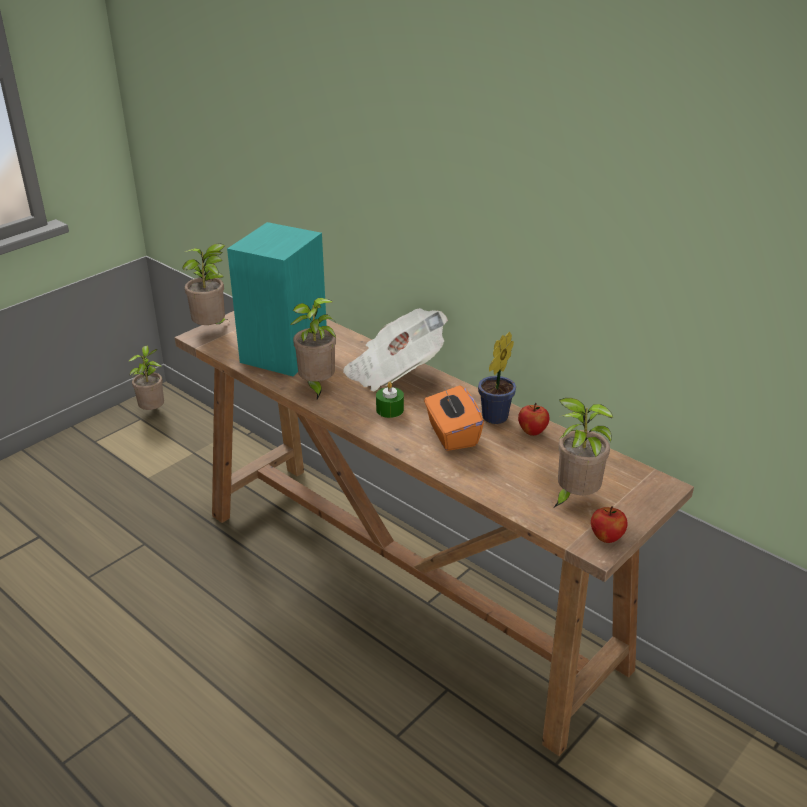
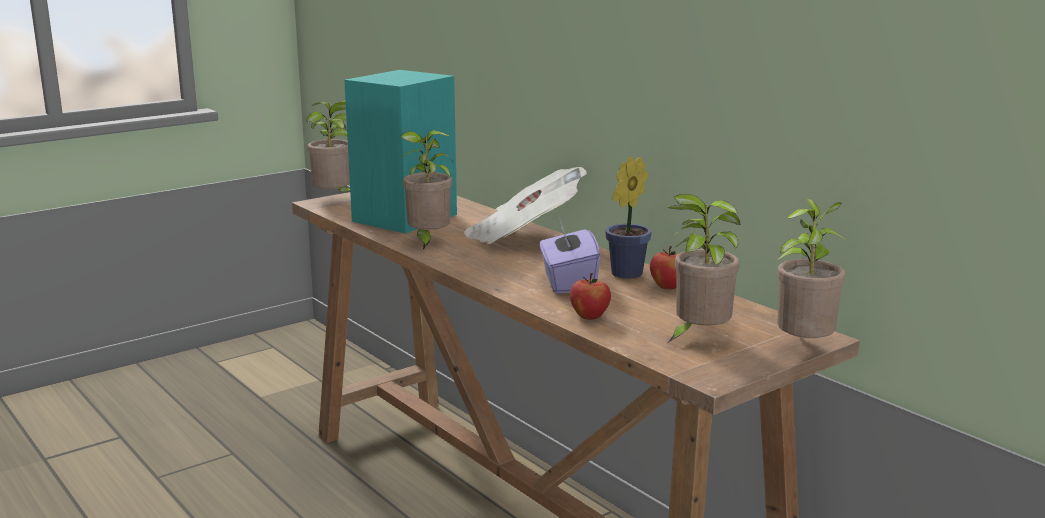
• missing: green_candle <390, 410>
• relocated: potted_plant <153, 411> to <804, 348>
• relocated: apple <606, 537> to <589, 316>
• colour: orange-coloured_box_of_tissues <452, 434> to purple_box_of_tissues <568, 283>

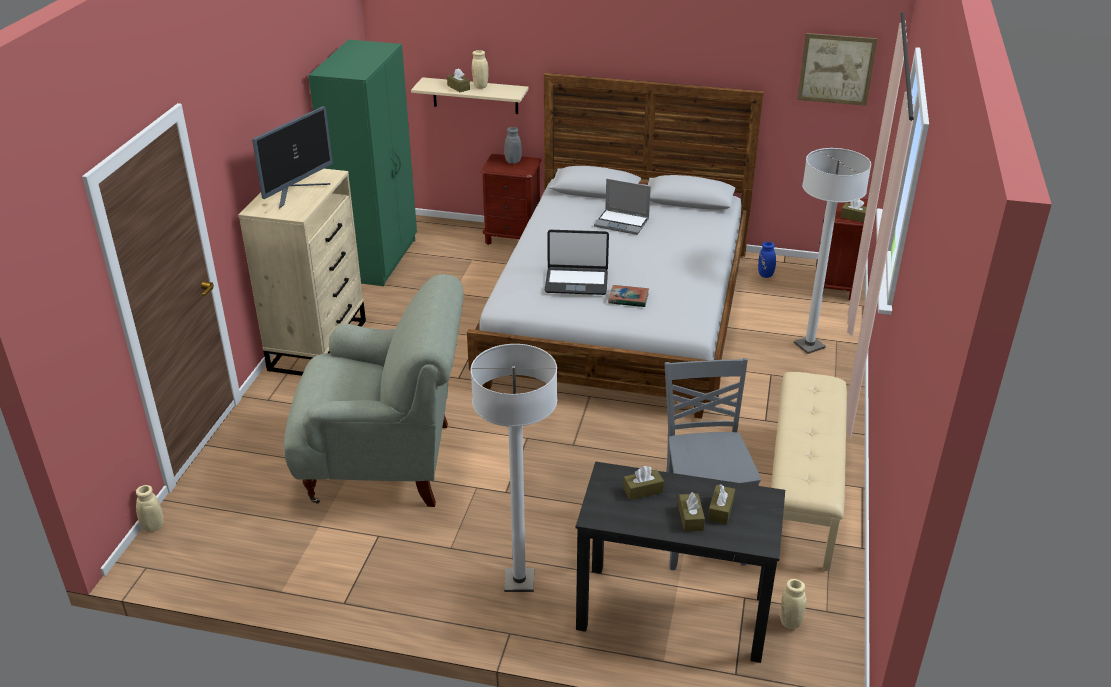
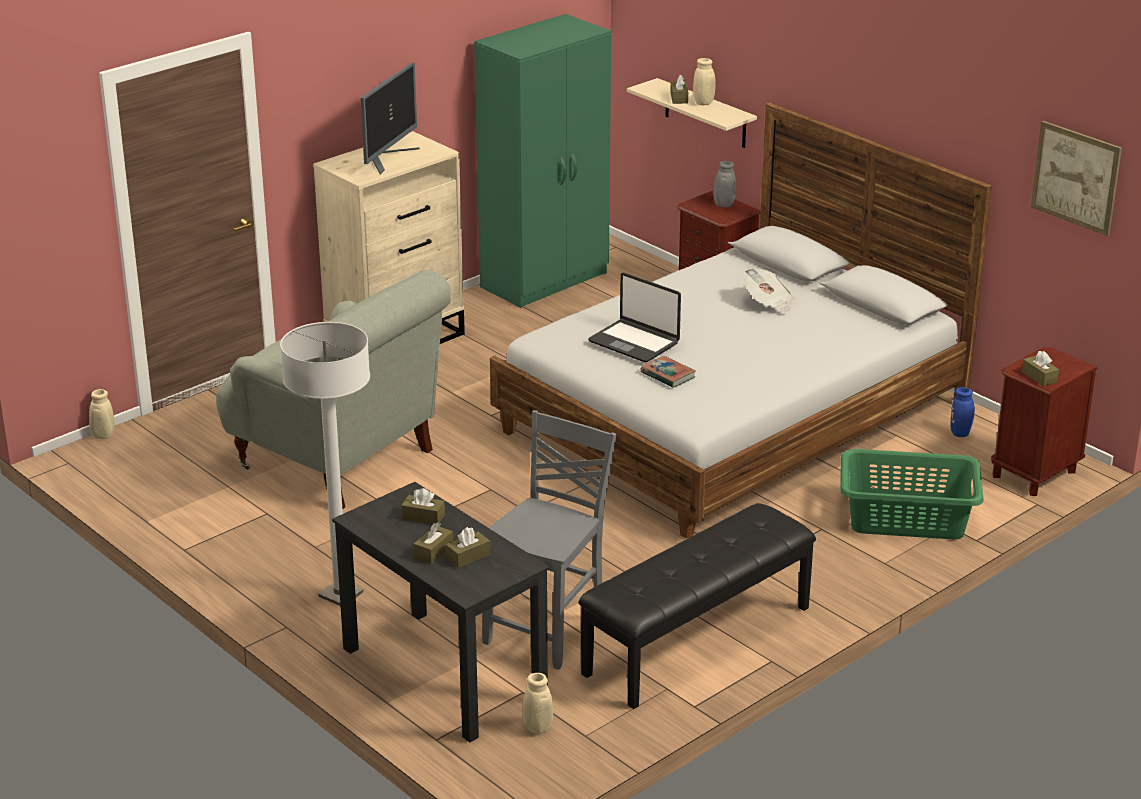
• exchanged: laptop <622, 223> to daily_paper <768, 303>
• exchanged: whitish_standing_lamp <809, 345> to green_hamper <907, 519>
• colour: sand-coloured_bench <802, 495> to blackish_bench <698, 641>
• spun: computer_display <297, 191> = <388, 158> 45 degrees counterclockwise

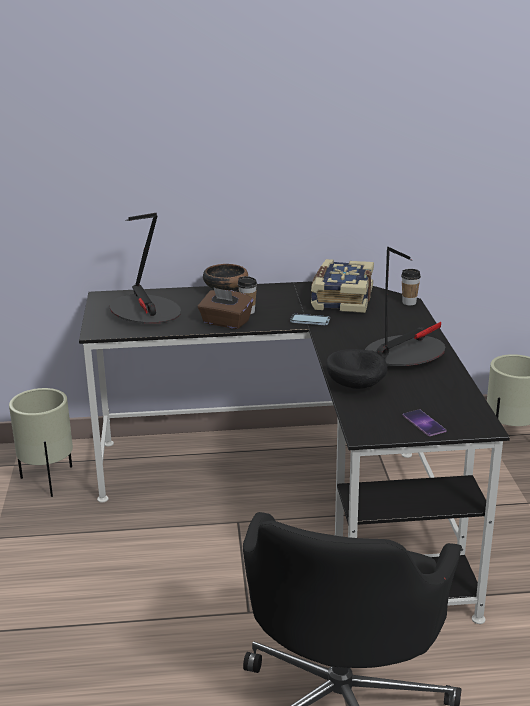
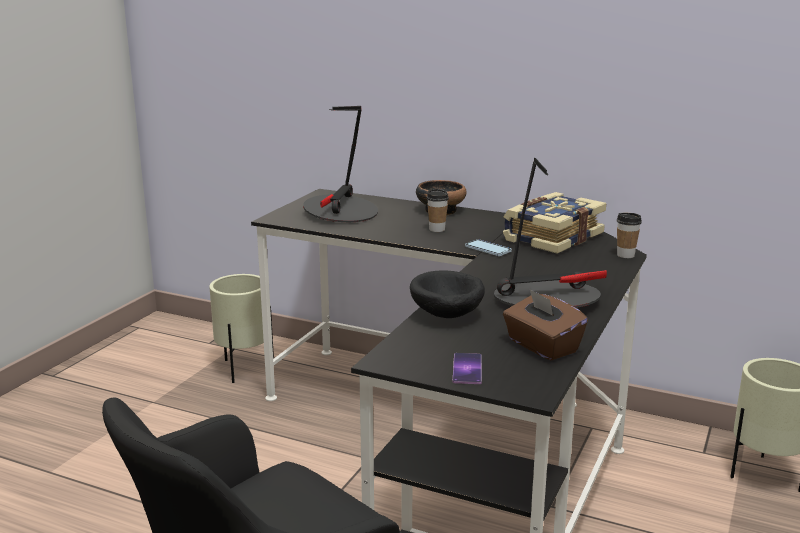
• relocated: brownish_box_of_tissues <225, 322> to <542, 346>

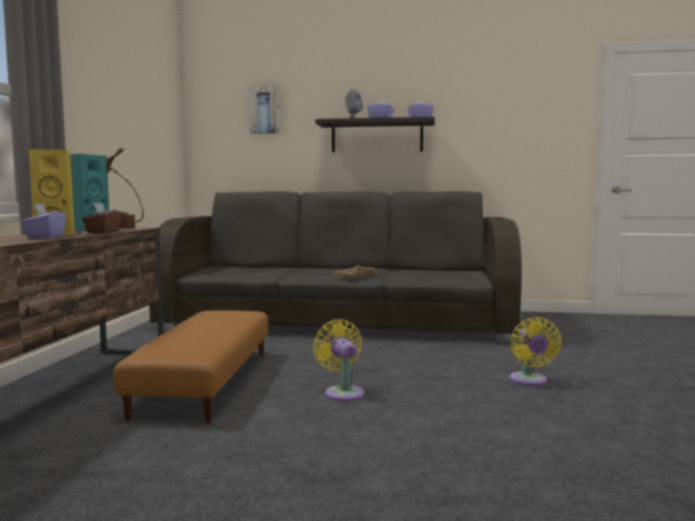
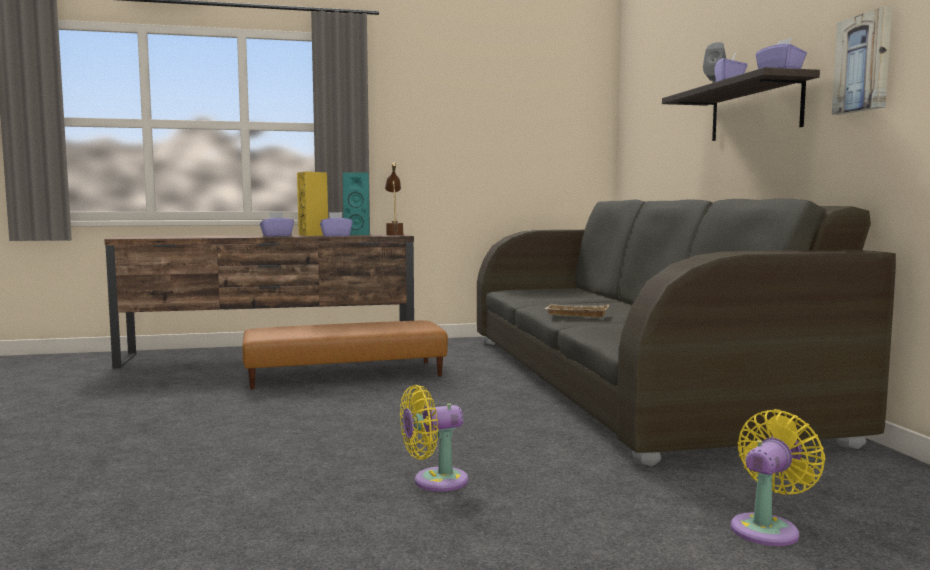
• relocated: wall_picture <265, 110> to <864, 63>
• relocated: yellow_cooling_fan <342, 392> to <768, 528>
• colour: brownish_box_of_tissues <102, 232> to purple_box_of_tissues <336, 236>

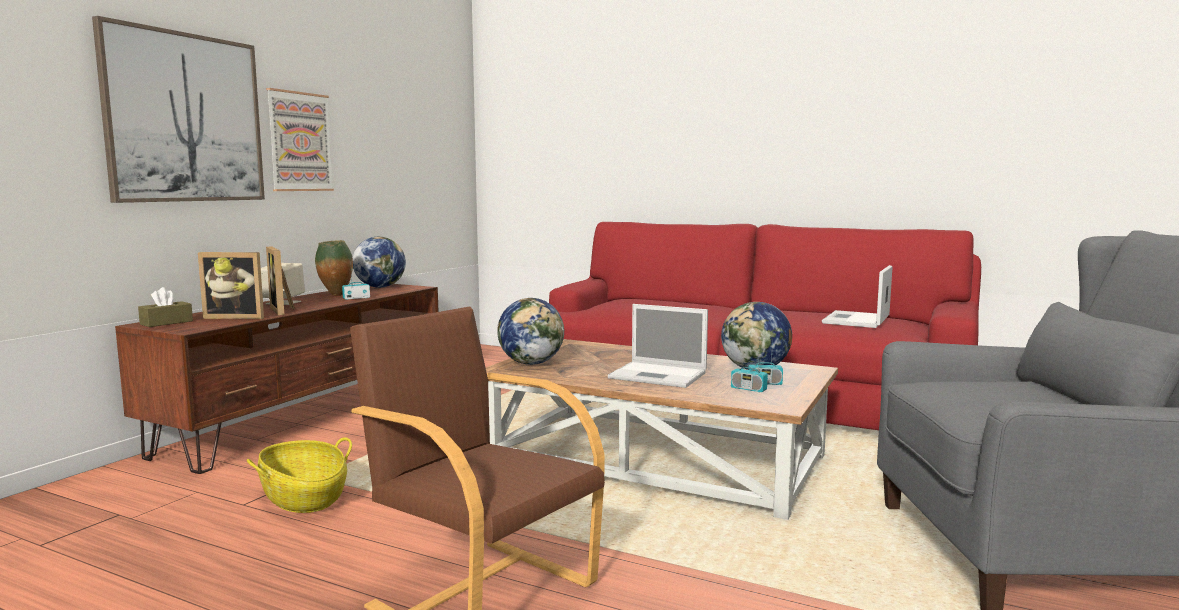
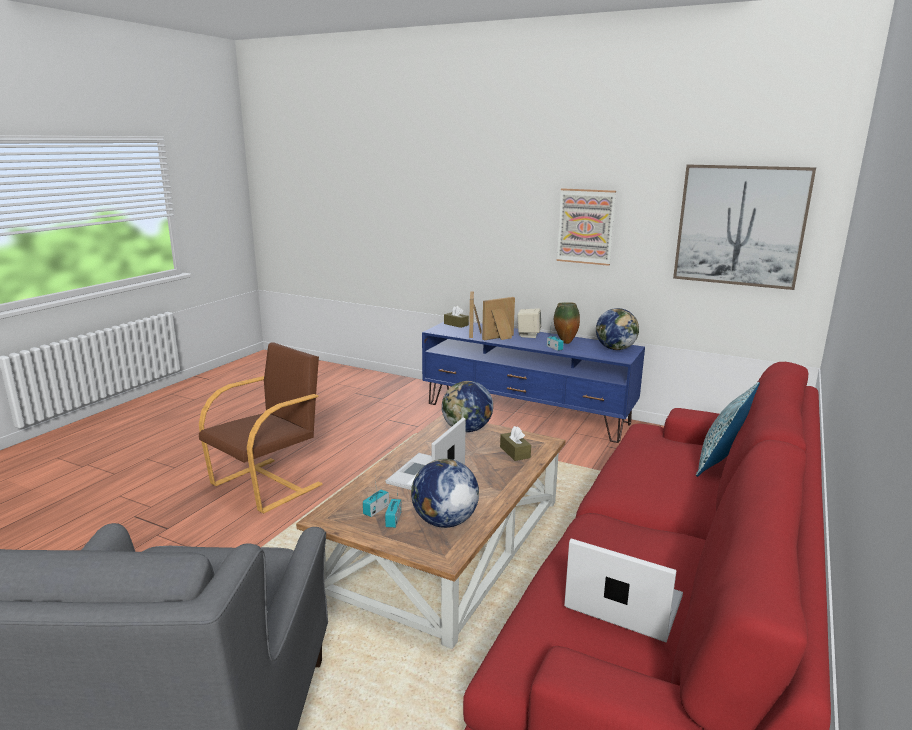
• missing: storage_basket <304, 498>
• appeared: brownish_box_of_tissues <515, 452>
• appeared: cushion <721, 463>
• relocated: wall_picture <185, 118> to <740, 226>
• colour: brownish_media_console <310, 417> to blue_media_console <527, 413>

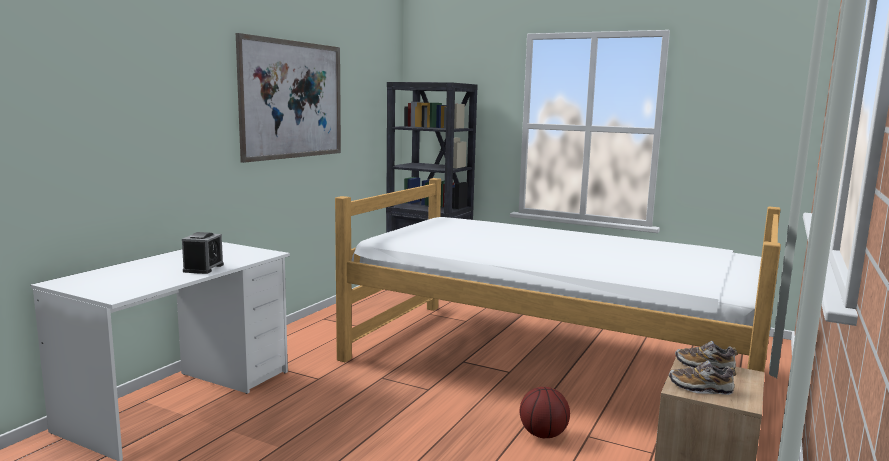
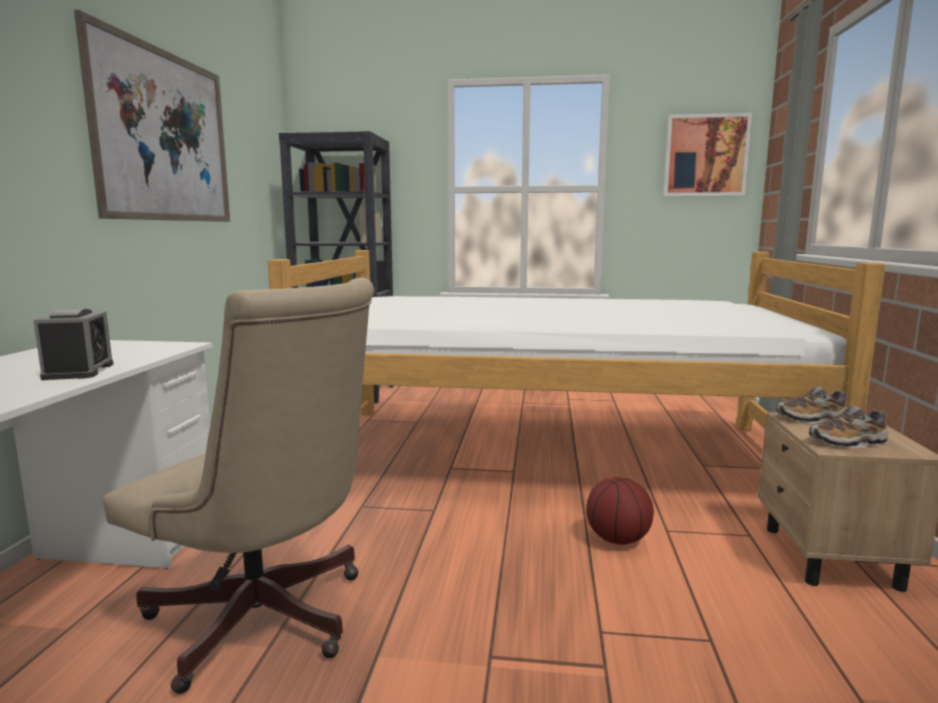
• appeared: sand-coloured_desk_chair <266, 623>
• appeared: wall_picture <705, 156>

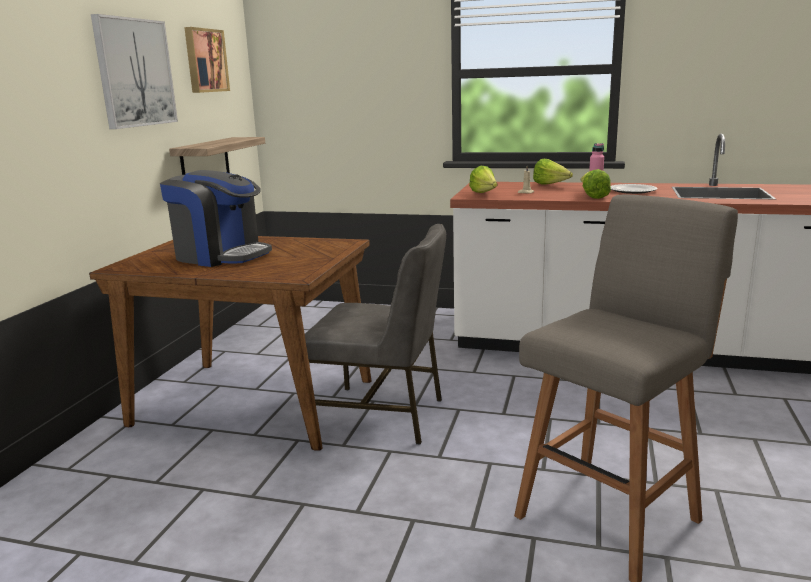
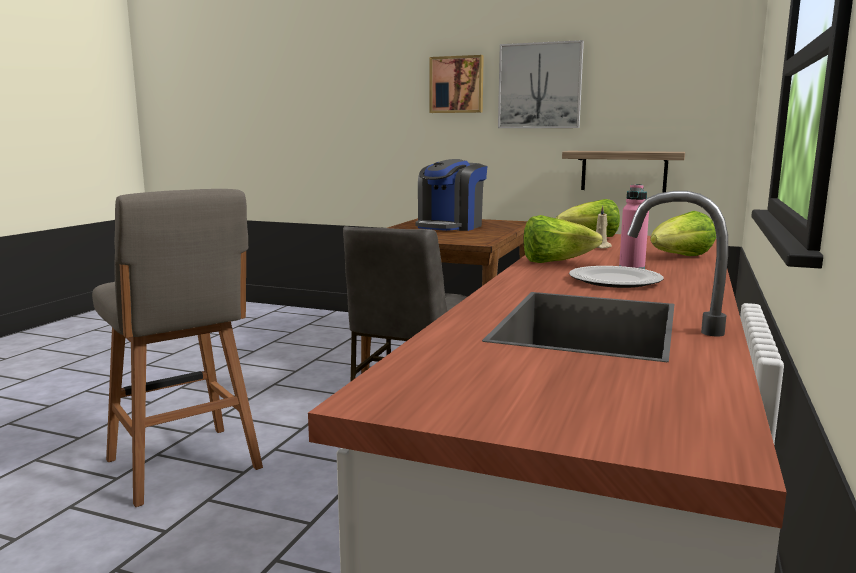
• relocated: wall_picture <205, 60> to <457, 84>

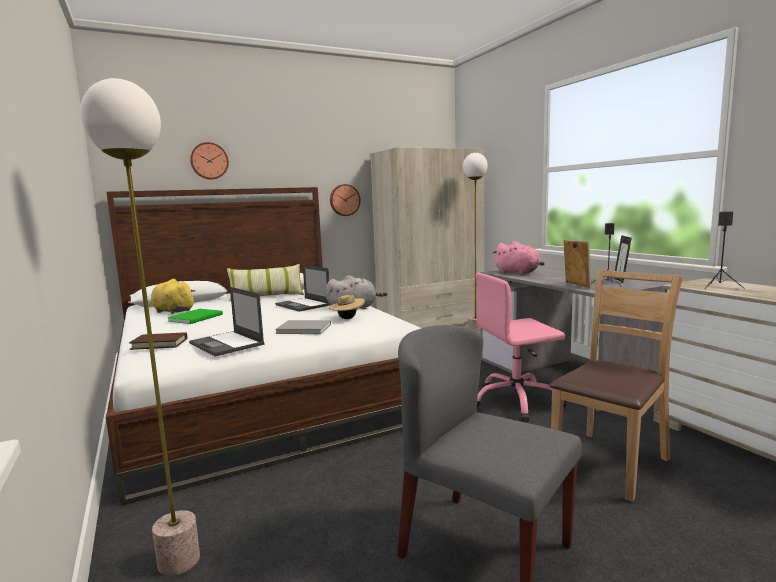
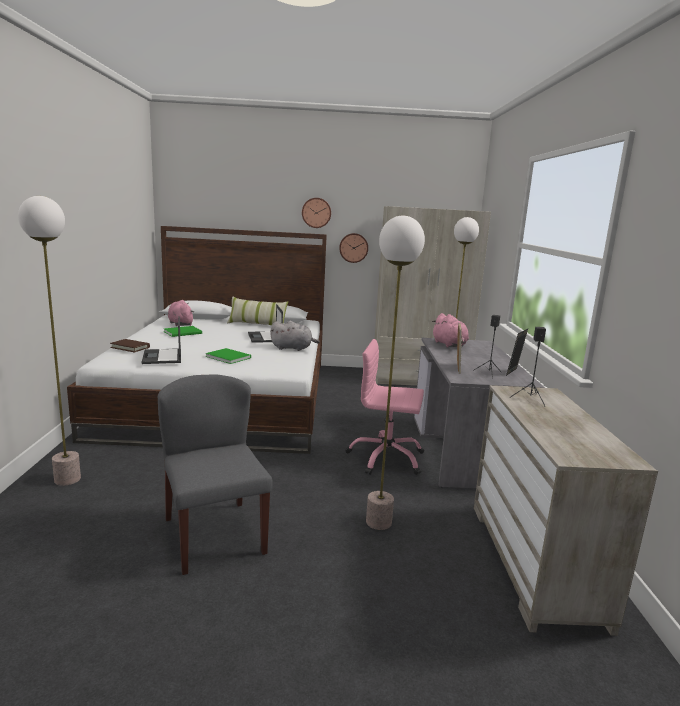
• missing: sand-coloured_clothing_hat <347, 318>
• relocated: clock_on_the_wall <209, 161> to <316, 212>
• exchanged: brownish_plain_chair <610, 463> to standing_lamp <379, 522>
• colour: yellow_cuddly_toy <172, 311> to pink-coloured_cuddly_toy <180, 324>
• colour: grey_book <303, 328> to green_book <228, 357>

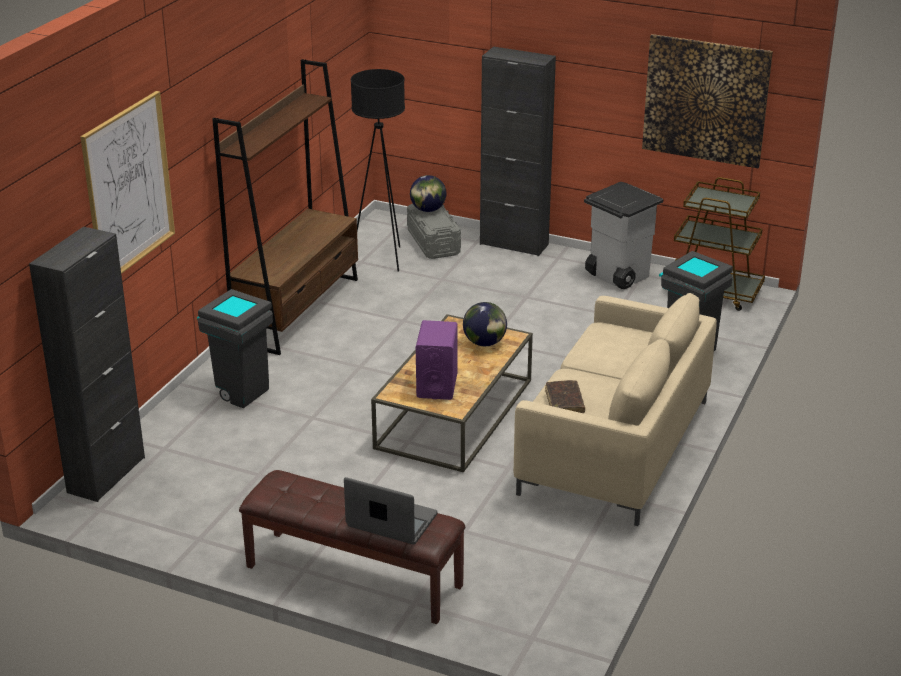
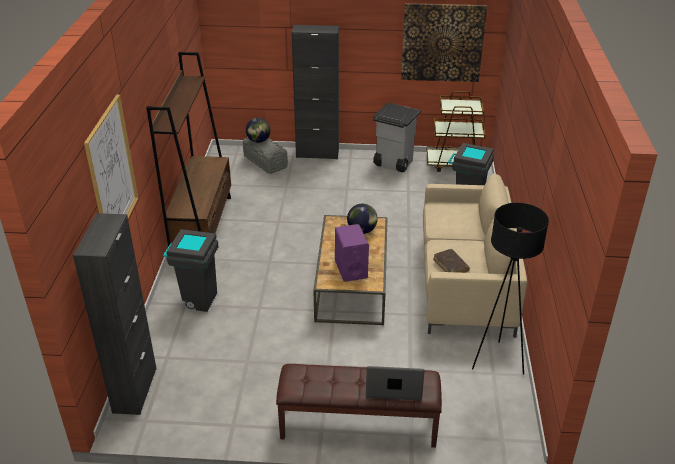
• relocated: blackish_standing_lamp <382, 259> to <497, 361>

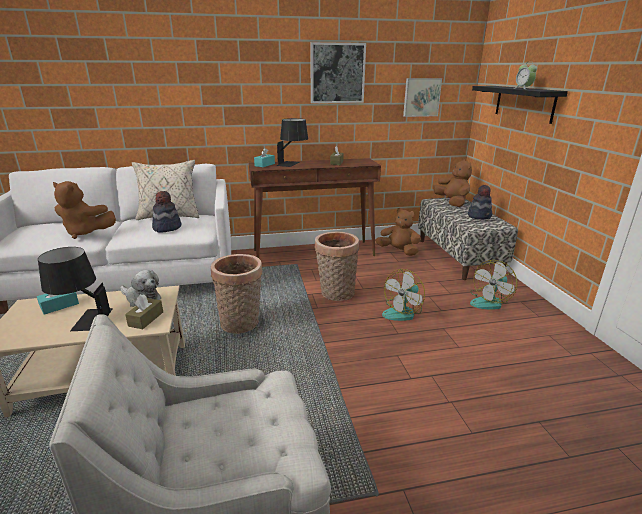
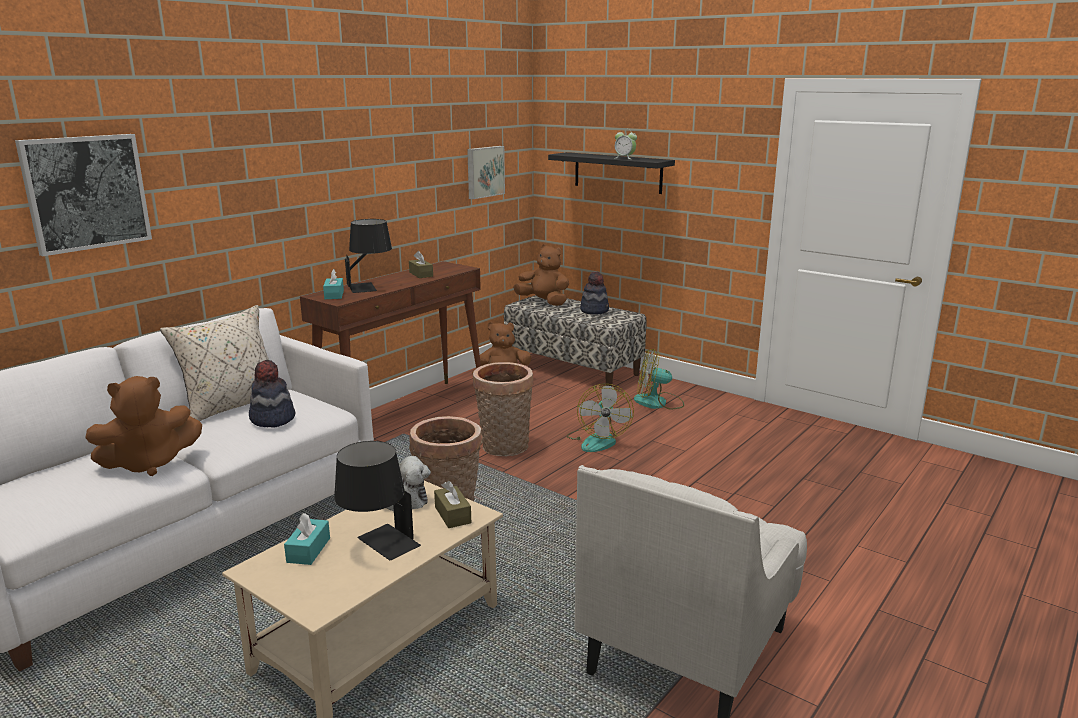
• relocated: wall_picture <337, 73> to <86, 192>
• spun: cooling_fan <489, 301> = <658, 403> 90 degrees clockwise

